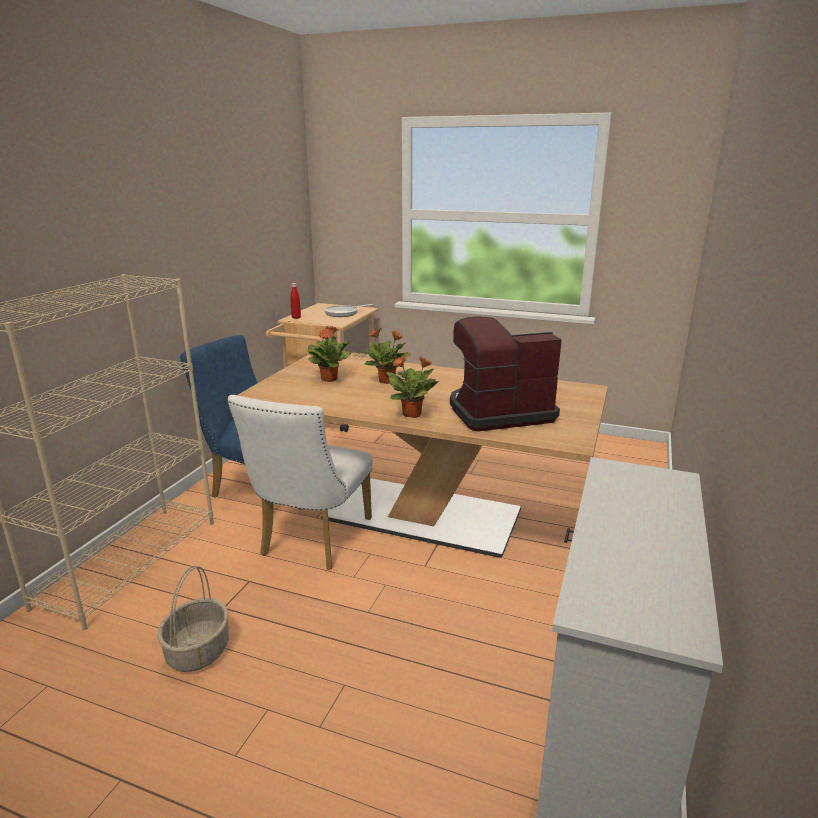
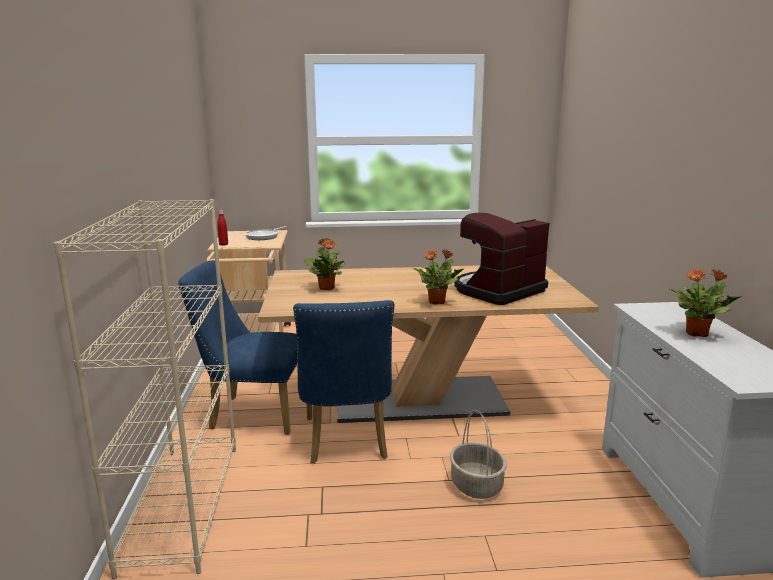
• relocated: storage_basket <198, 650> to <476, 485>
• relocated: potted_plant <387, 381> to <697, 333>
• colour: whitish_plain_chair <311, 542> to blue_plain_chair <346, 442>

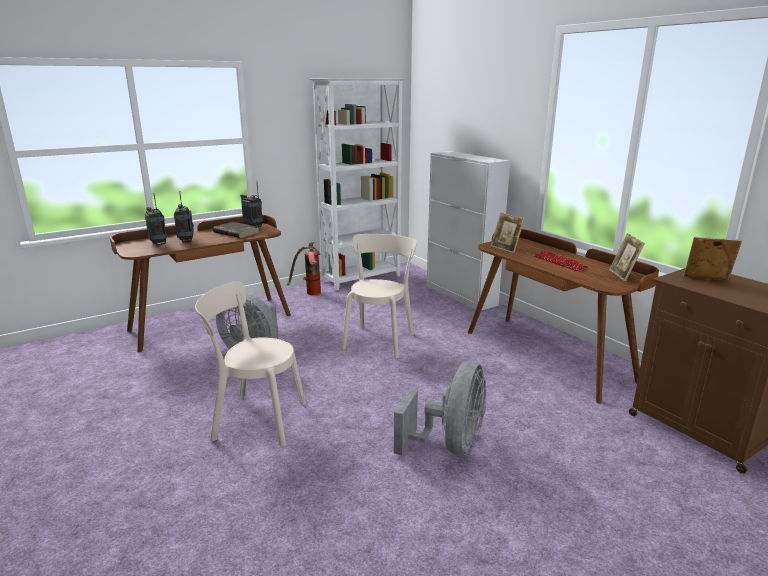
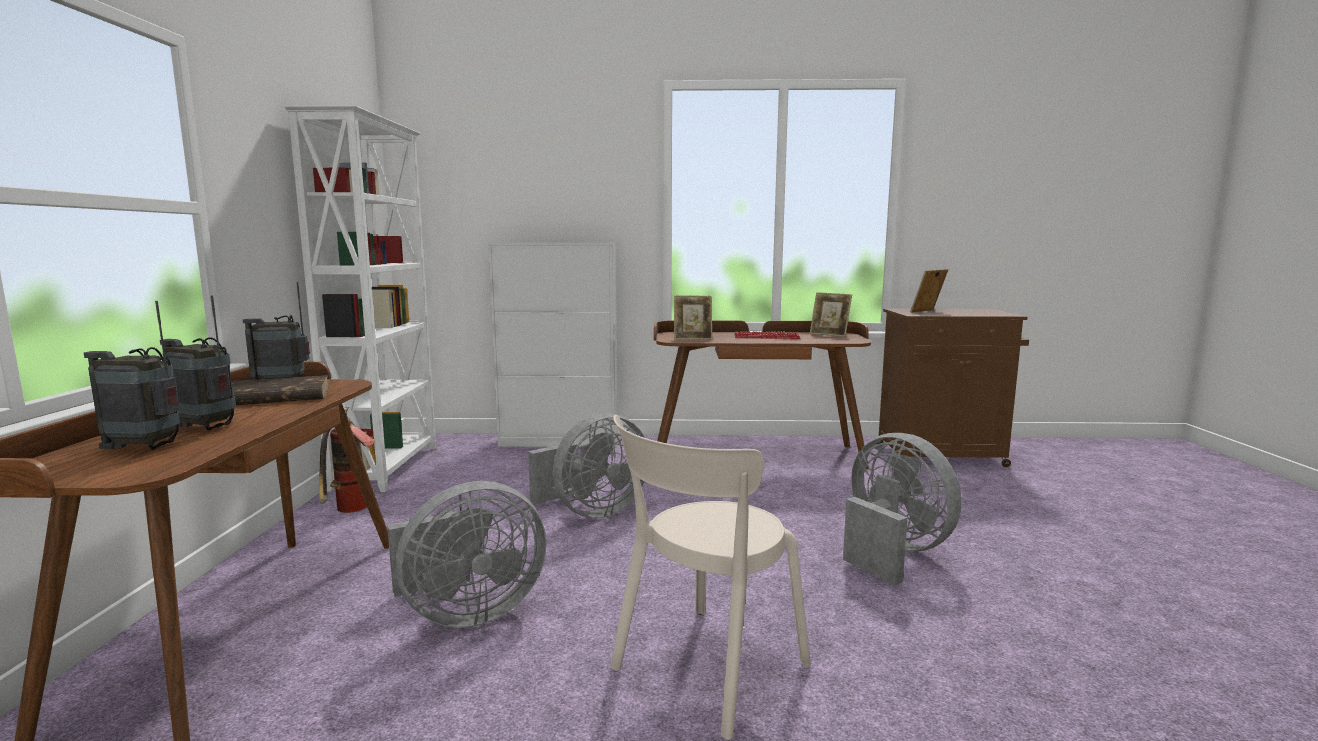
• exchanged: sand-coloured_plain_chair <379, 339> to grey_cooling_fan <592, 512>

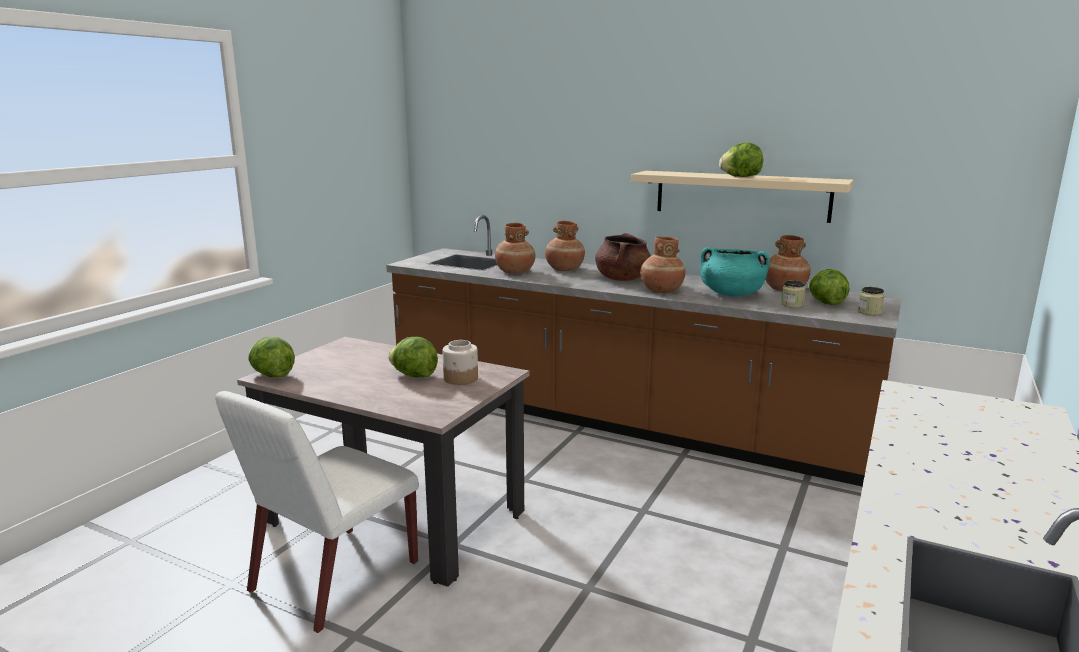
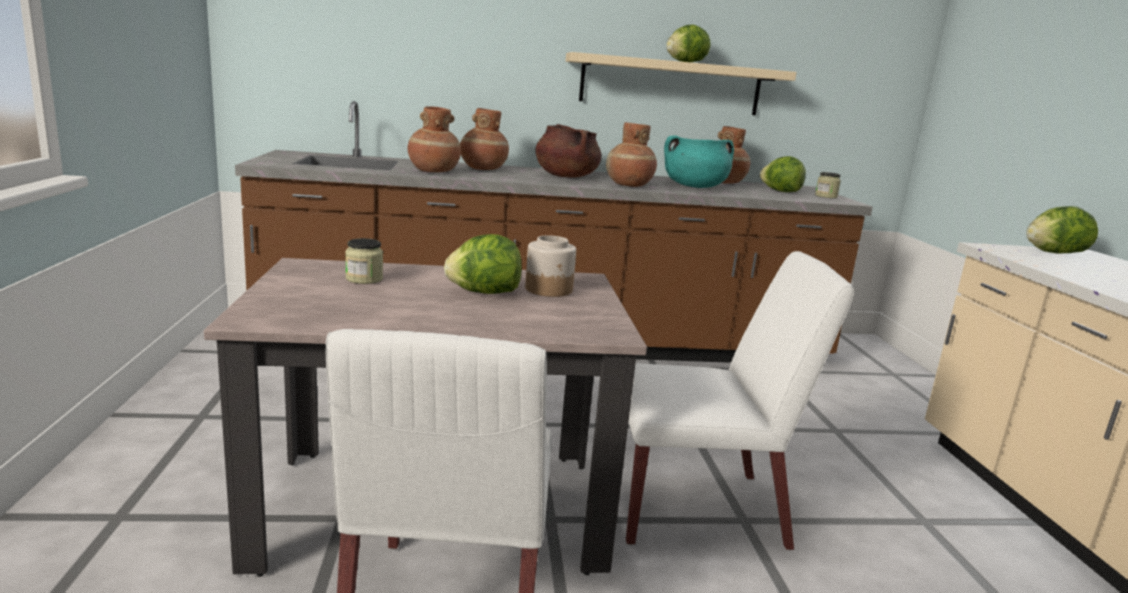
• appeared: whitish_plain_chair <697, 508>
• relocated: lettuce_head <272, 375> to <1054, 253>
• relocated: storage_jar <792, 305> to <364, 279>

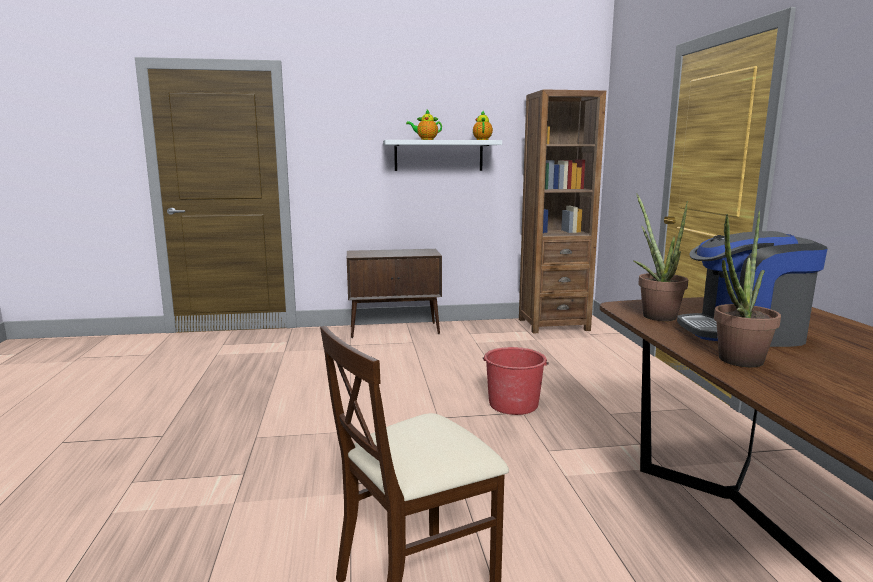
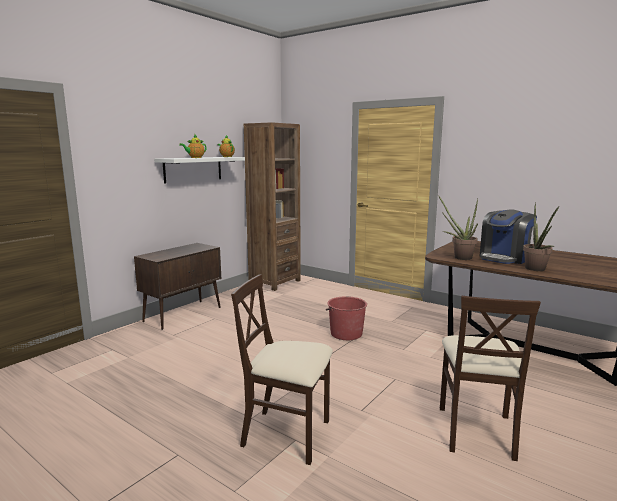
• appeared: sand-coloured_plain_chair <287, 434>

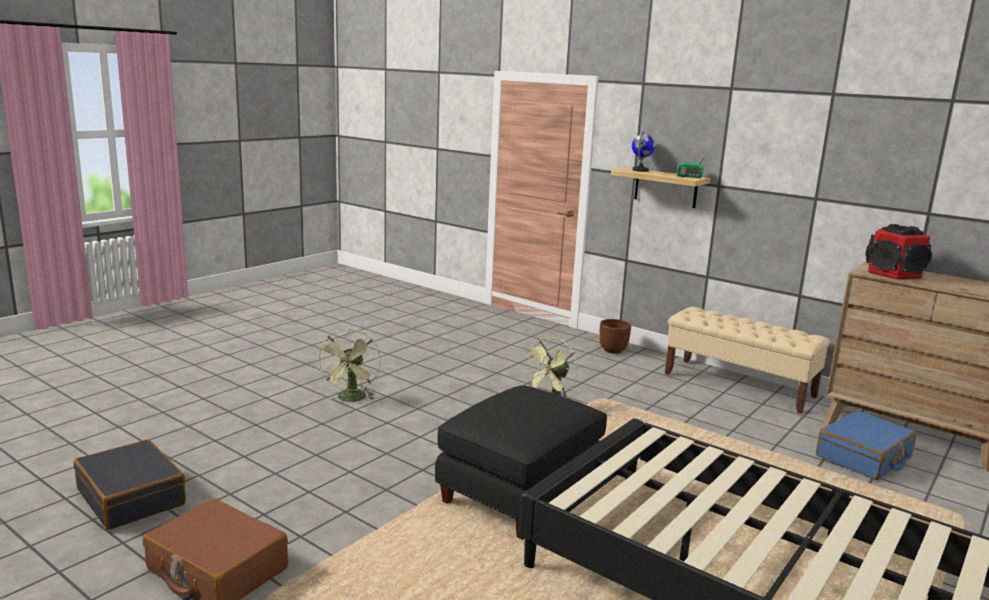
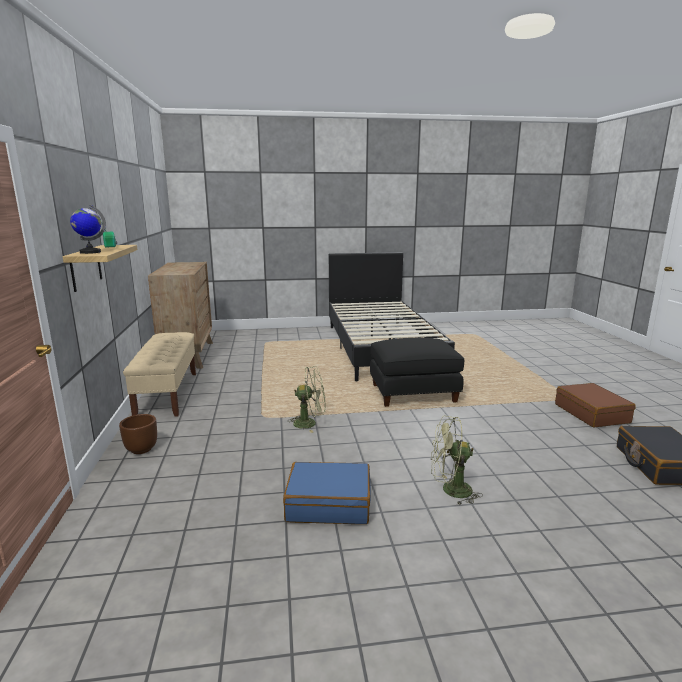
• missing: speaker <893, 273>
• relocated: blue_suitcase <863, 457> to <329, 503>
• spun: green_cooling_fan <351, 399> = <450, 490> 135 degrees counterclockwise

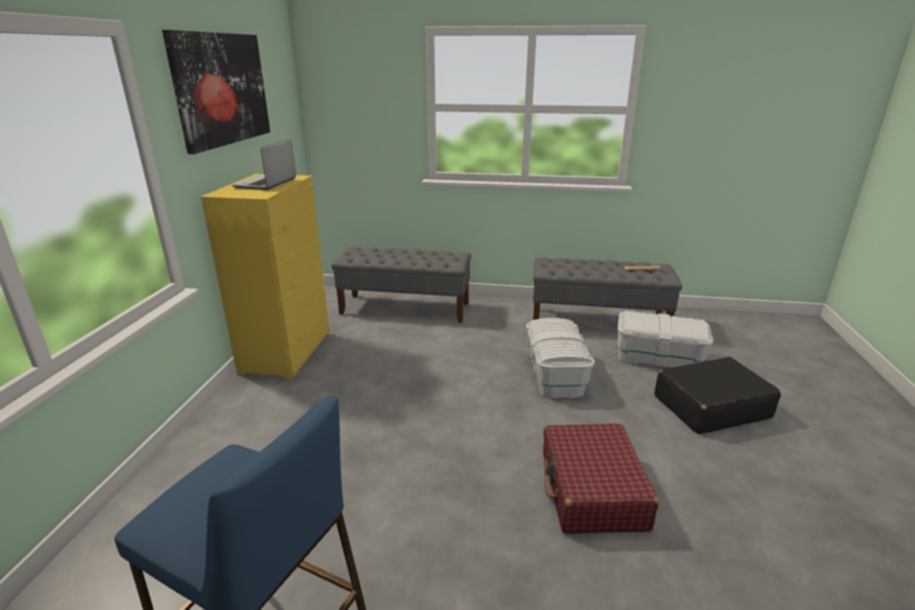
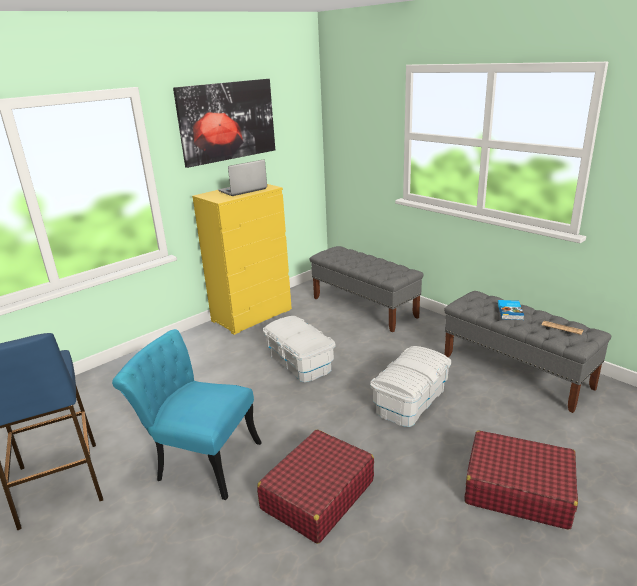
• appeared: turquoise-coloured_plain_chair <200, 460>
• appeared: book <510, 311>
• relocated: whitish_storage_box <658, 357> to <300, 362>
• colour: blackish_suitcase <710, 407> to red_suitcase <517, 489>

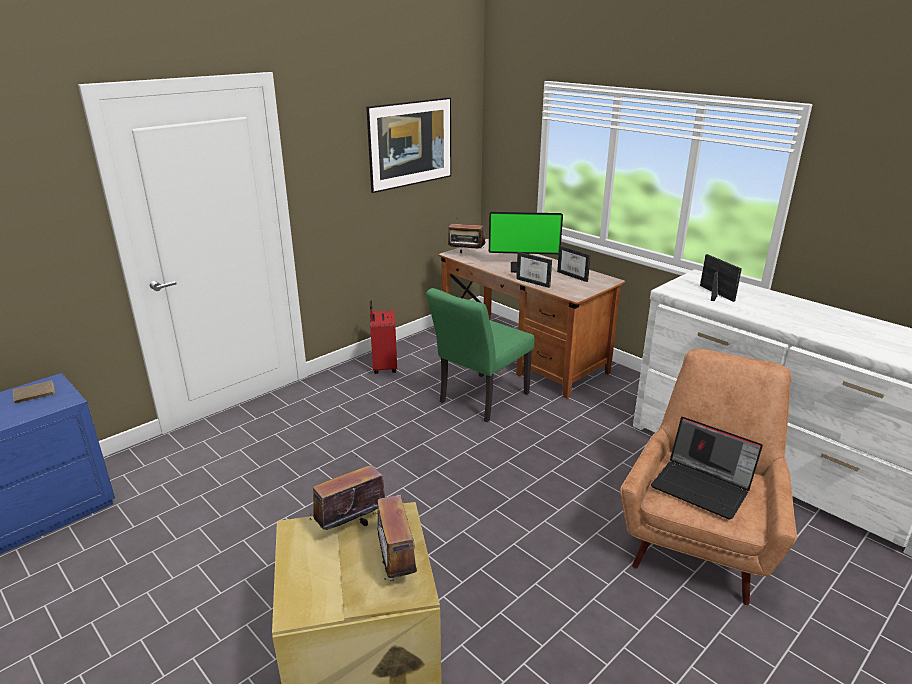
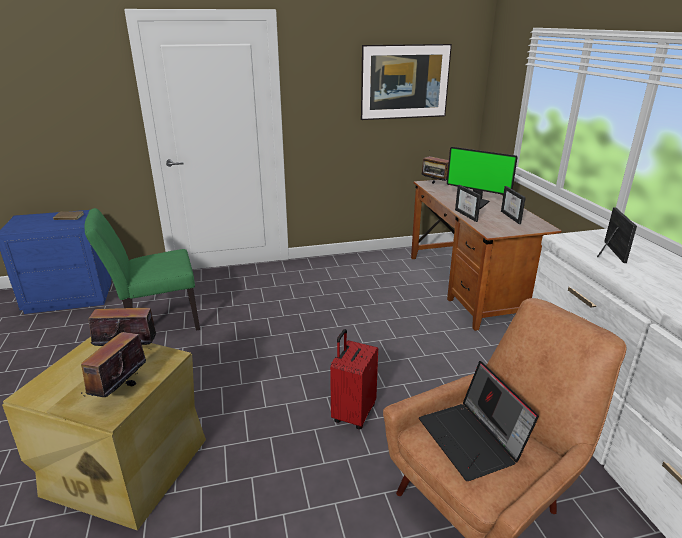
• relocated: red_suitcase <383, 367> to <353, 414>
• relocated: green_plain_chair <479, 400> to <156, 322>

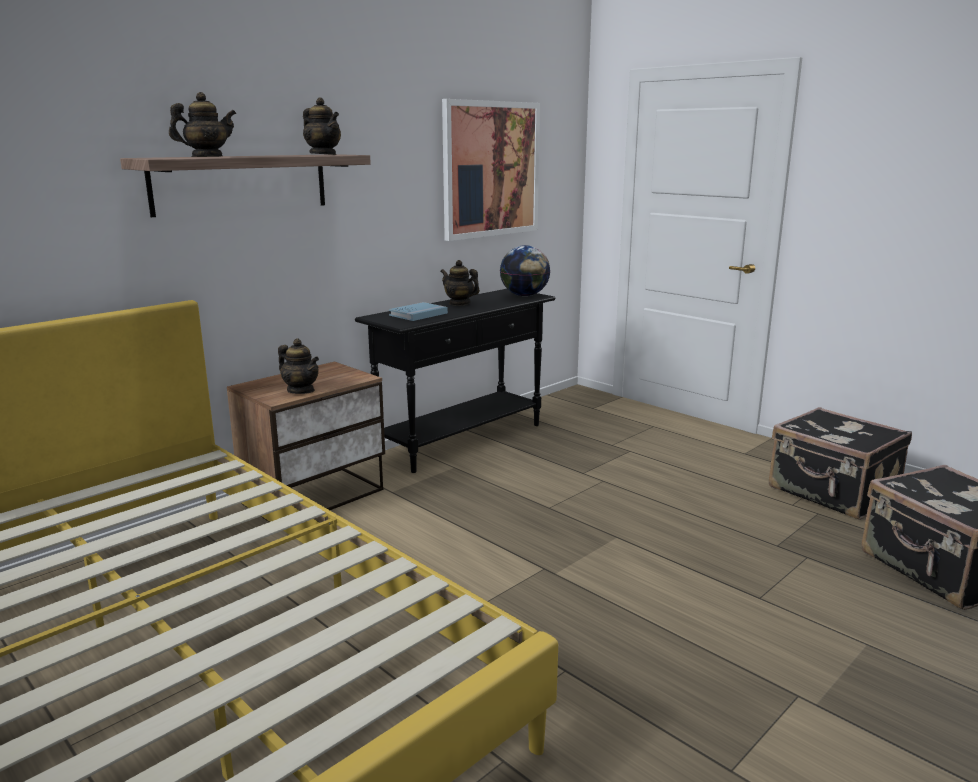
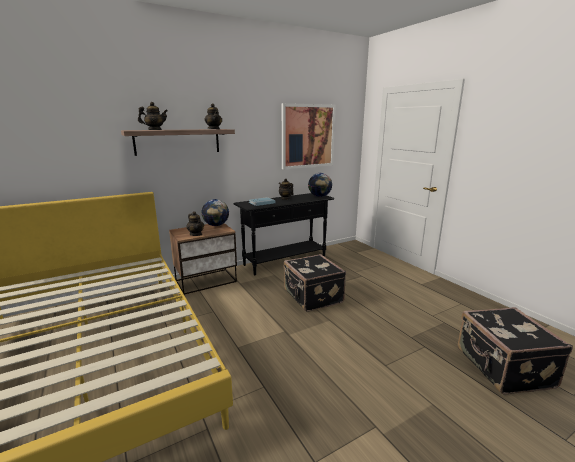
• appeared: world_globe <216, 225>
• relocated: blackish_suitcase <832, 493> to <312, 297>

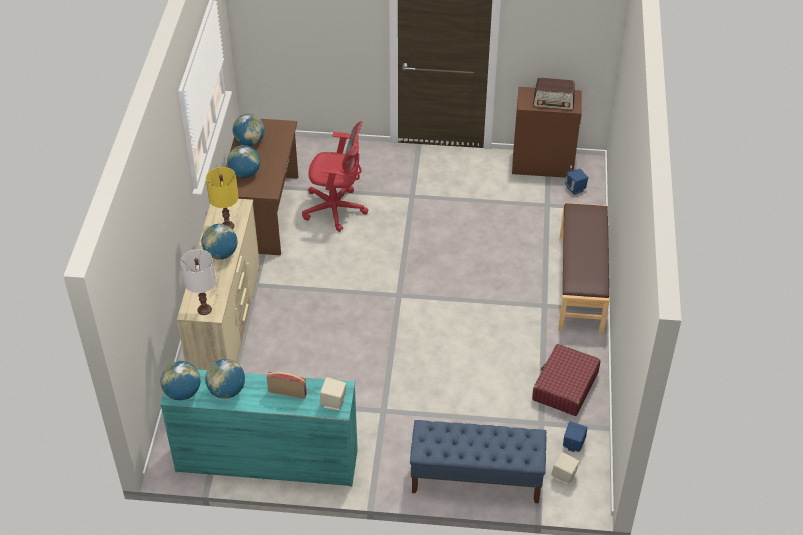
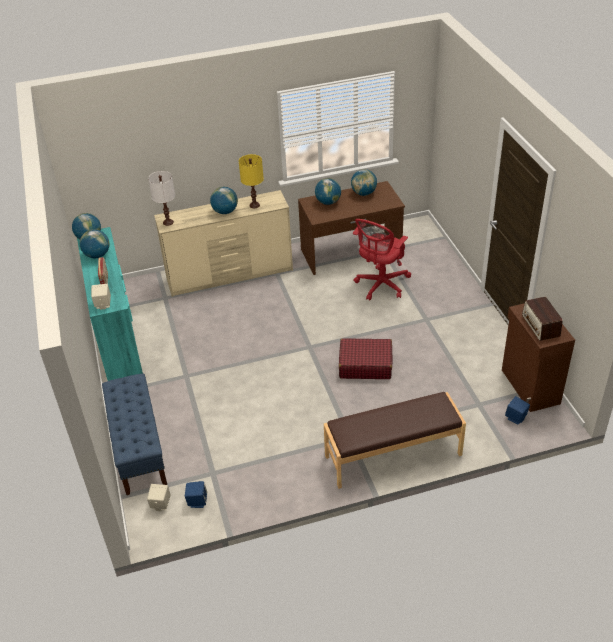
• relocated: red_suitcase <564, 387> to <365, 365>
• spun: red_desk_chair <337, 209> = <380, 285> 45 degrees clockwise

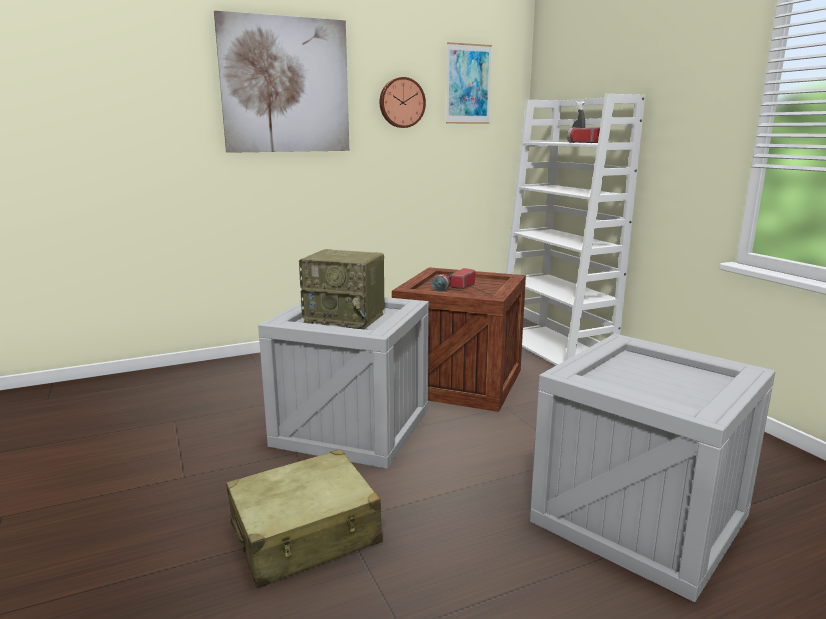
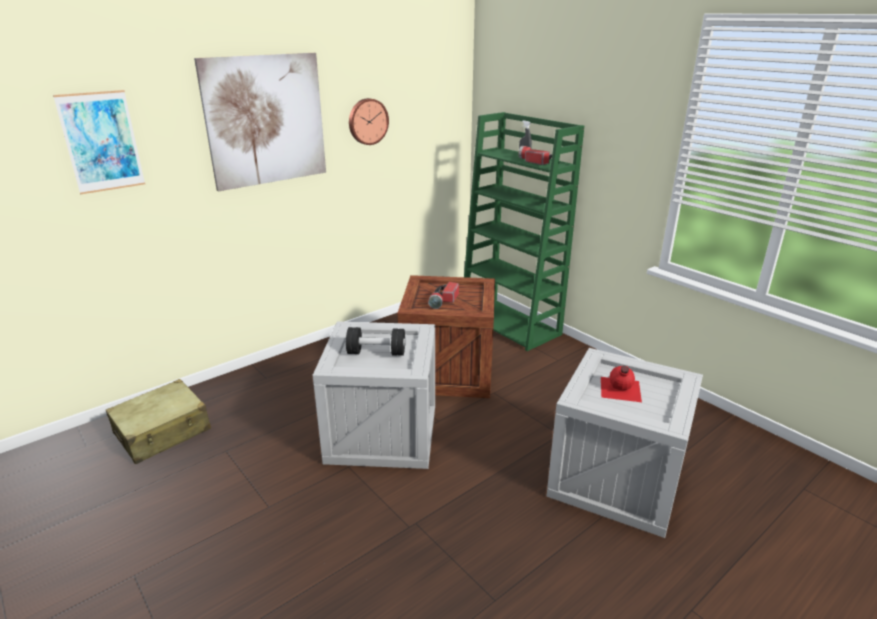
• appeared: red_drink_bottle <619, 389>
• relocated: sand-coloured_suitcase <305, 534> to <163, 432>
• relocated: wall_picture <468, 84> to <101, 142>
• exchanged: radio <346, 318> to blackish_dumbbell <376, 353>
• colour: whitish_bookcase <555, 349> to green_bookcase <511, 325>

